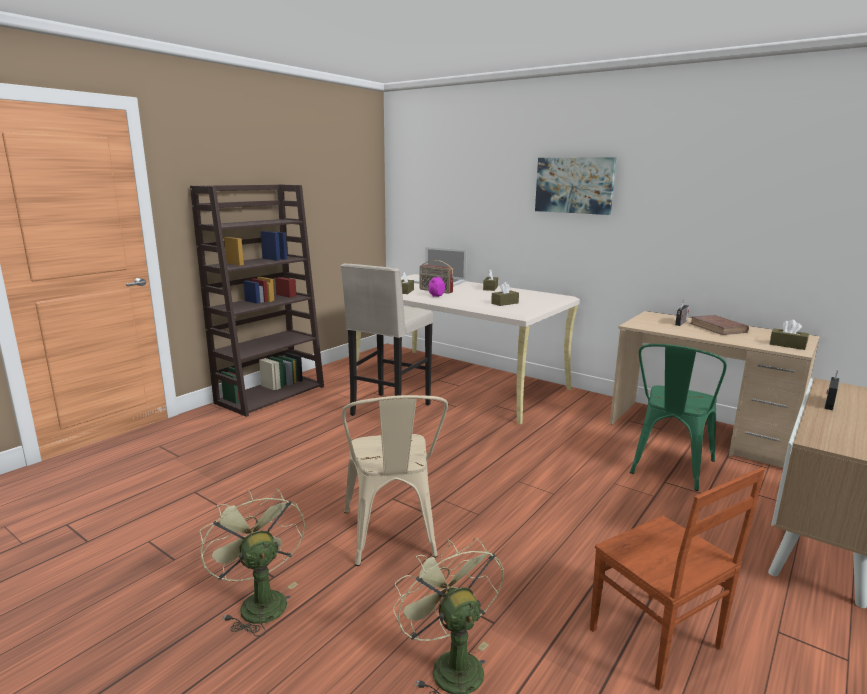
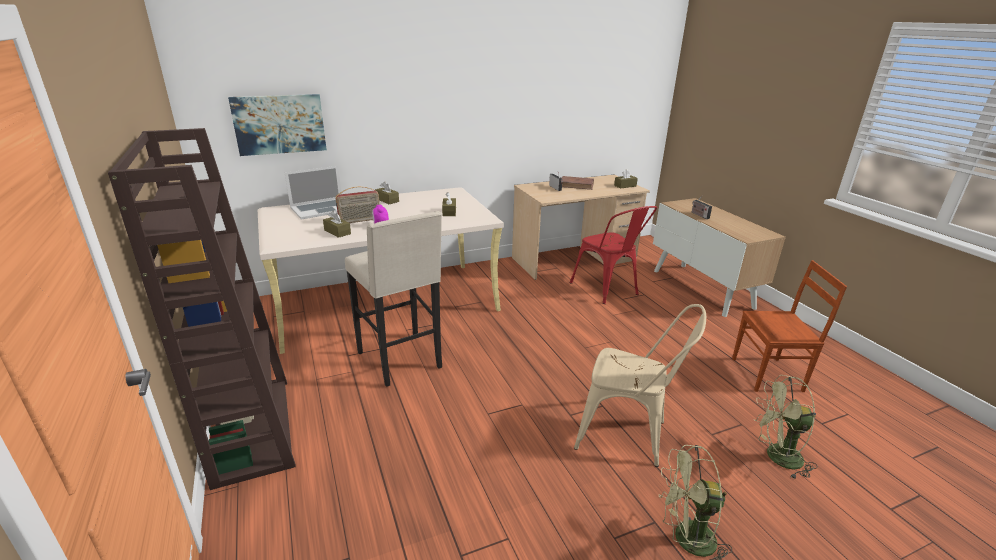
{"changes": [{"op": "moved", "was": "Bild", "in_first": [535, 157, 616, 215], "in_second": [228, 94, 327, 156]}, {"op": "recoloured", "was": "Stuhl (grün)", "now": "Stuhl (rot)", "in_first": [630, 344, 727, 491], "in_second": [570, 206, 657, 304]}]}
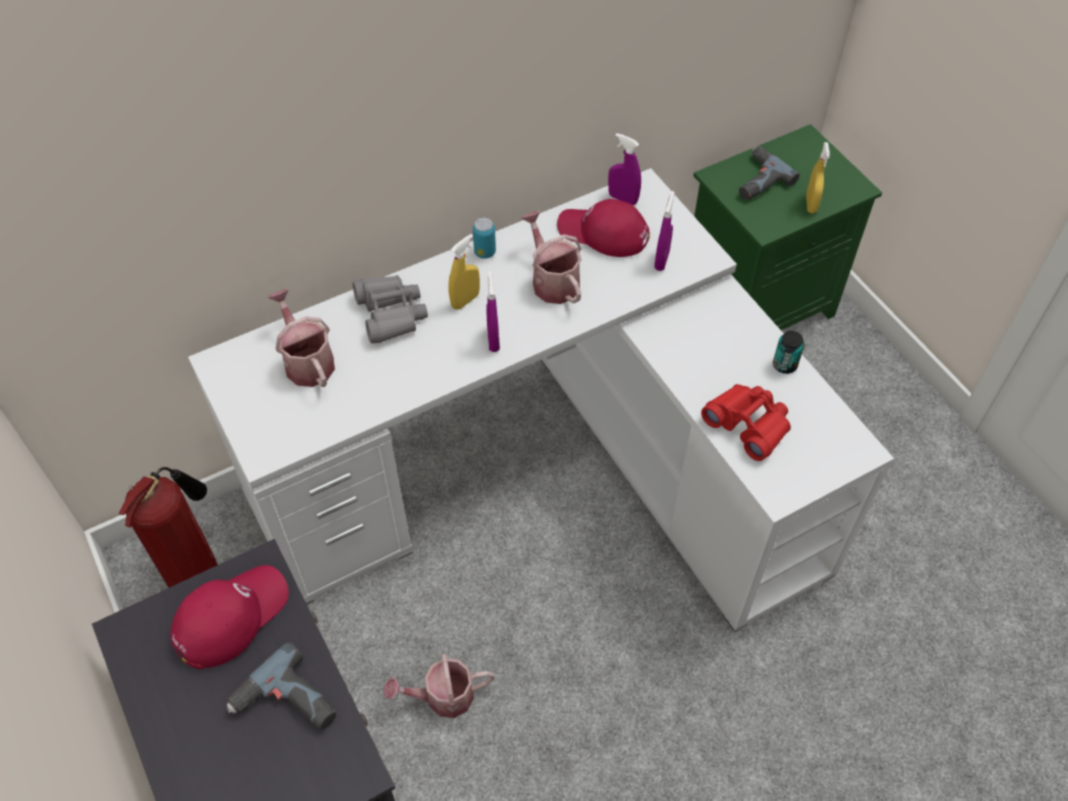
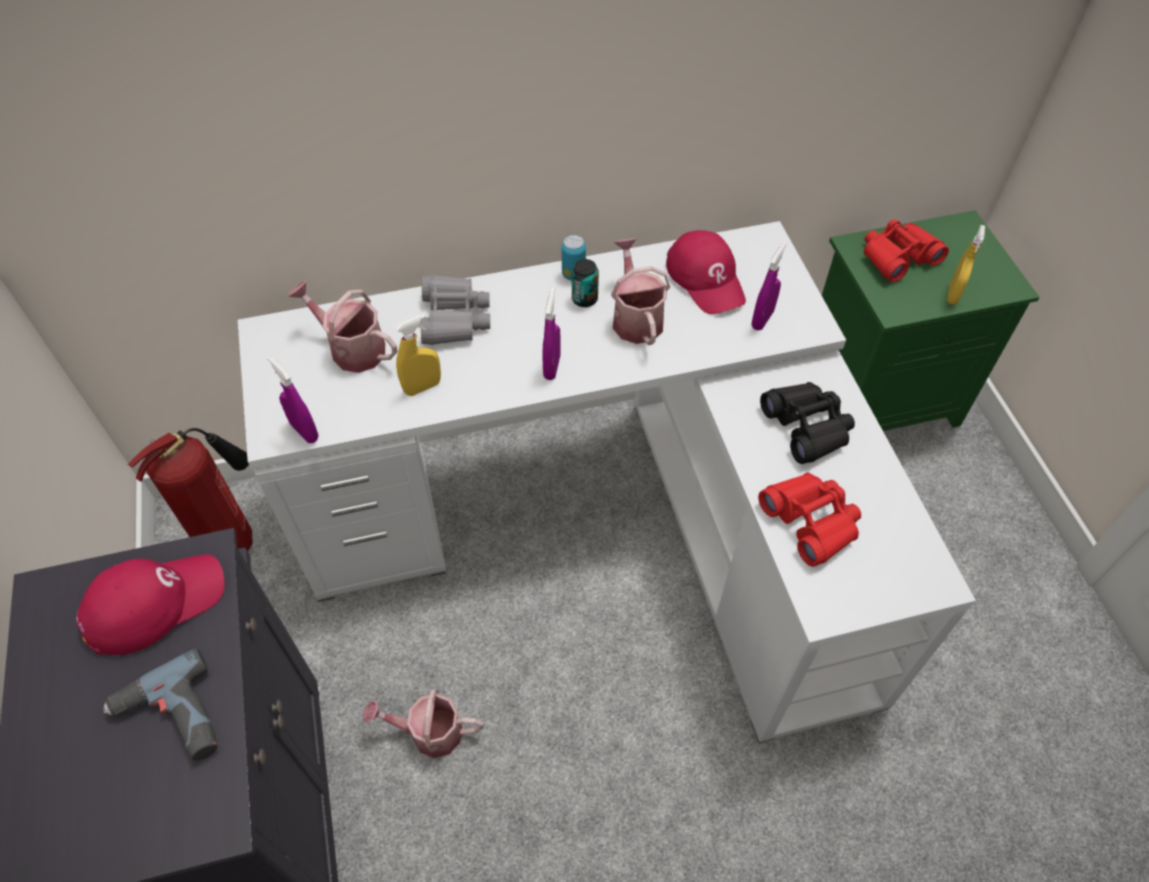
{"changes": [{"op": "moved", "was": "Sprühflasche (lila)", "in_first": [608, 133, 641, 205], "in_second": [268, 356, 318, 443]}, {"op": "turned", "was": "Gießkanne", "in_first": [267, 289, 335, 387], "in_second": [288, 281, 398, 373], "clockwise": -45}, {"op": "moved", "was": "Sprühflasche (gelb)", "in_first": [448, 234, 480, 310], "in_second": [395, 314, 441, 396]}, {"op": "moved", "was": "Dose", "in_first": [773, 331, 804, 374], "in_second": [572, 259, 599, 307]}, {"op": "turned", "was": "Kappe (rot)", "in_first": [557, 199, 650, 257], "in_second": [666, 230, 746, 314], "clockwise": -150}, {"op": "added", "now": "Fernglas (schwarz)", "in_second": [760, 382, 855, 464]}, {"op": "replaced", "was": "Bohrmaschine", "now": "Fernglas (rot)", "in_first": [739, 147, 800, 200], "in_second": [864, 220, 949, 282]}]}
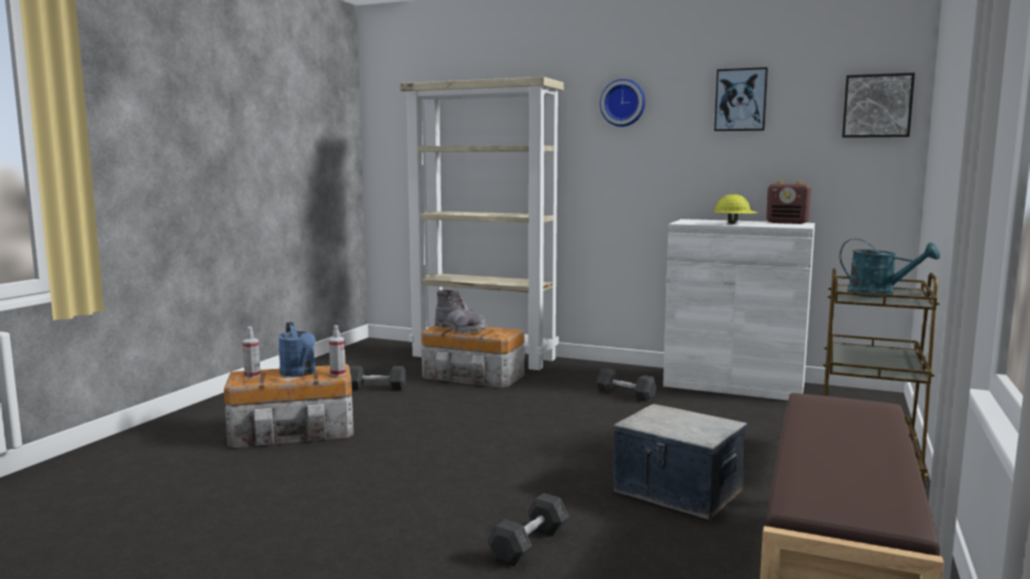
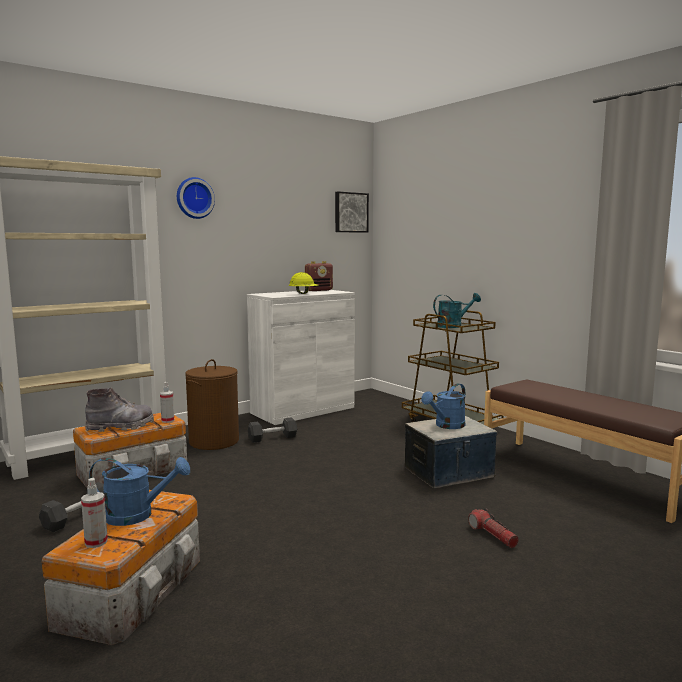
{"changes": [{"op": "moved", "was": "Sprühflasche", "in_first": [329, 325, 346, 376], "in_second": [160, 382, 174, 423]}, {"op": "added", "now": "Wäschekorb (braun)", "in_second": [185, 359, 239, 450]}, {"op": "added", "now": "Gießkanne (blau)", "in_second": [421, 383, 466, 429]}, {"op": "replaced", "was": "Hantel (grau)", "now": "Taschenlampe", "in_first": [487, 493, 569, 567], "in_second": [468, 508, 519, 548]}, {"op": "removed", "was": "Bild", "in_first": [714, 67, 768, 131]}]}
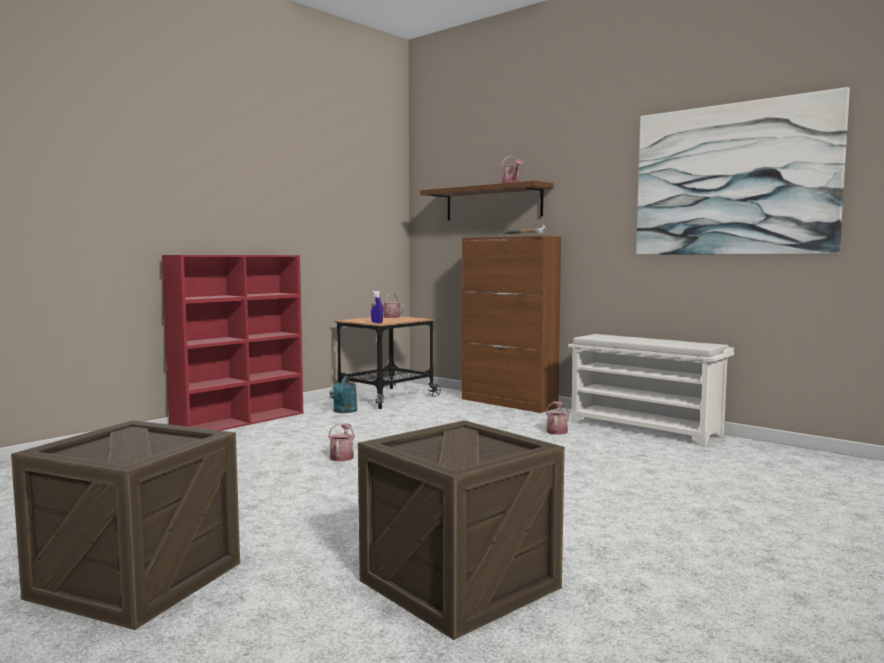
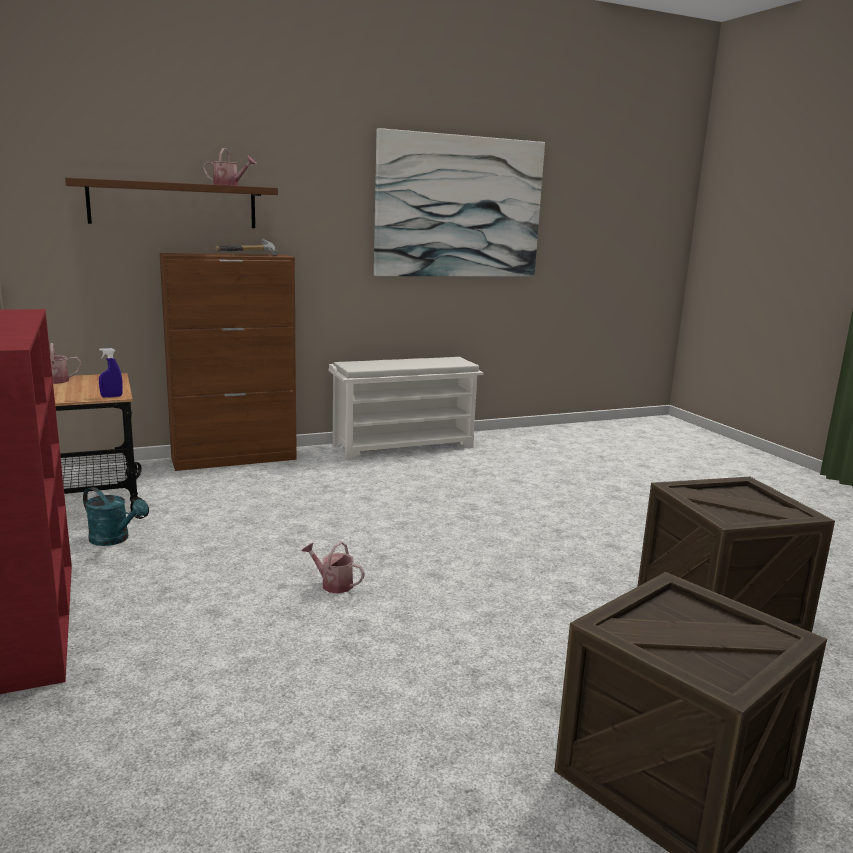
{"changes": [{"op": "removed", "was": "Gießkanne", "in_first": [546, 401, 569, 435]}]}
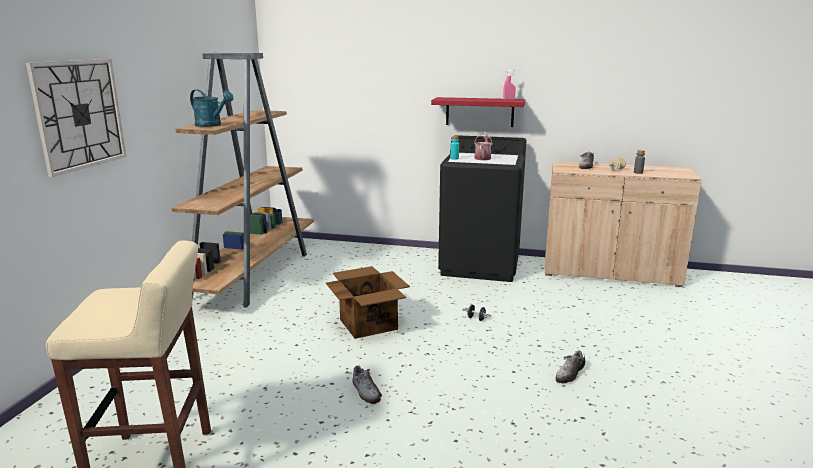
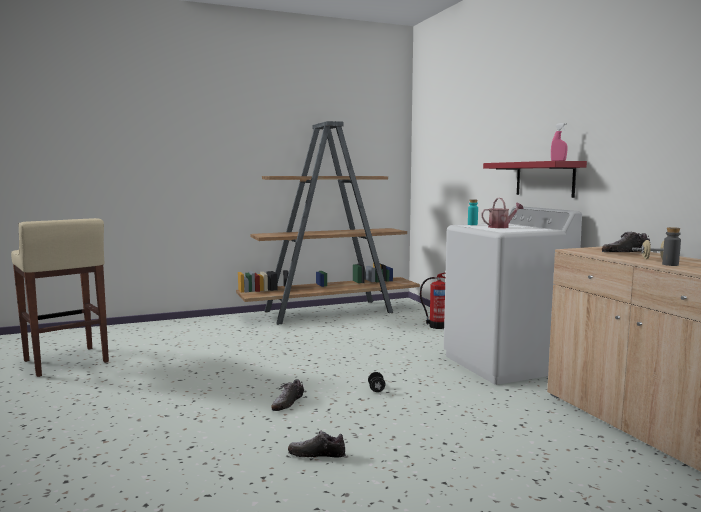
{"changes": [{"op": "moved", "was": "Schuh", "in_first": [352, 366, 382, 404], "in_second": [271, 379, 304, 411]}, {"op": "added", "now": "Feuerlöscher", "in_second": [420, 272, 446, 329]}, {"op": "recoloured", "was": "Waschmaschine (schwarz)", "now": "Waschmaschine (weiß)", "in_first": [438, 135, 526, 282], "in_second": [444, 206, 582, 385]}, {"op": "removed", "was": "Wanduhr", "in_first": [26, 59, 126, 177]}, {"op": "removed", "was": "Gießkanne (türkis)", "in_first": [190, 90, 233, 127]}, {"op": "removed", "was": "Karton", "in_first": [326, 266, 410, 339]}]}
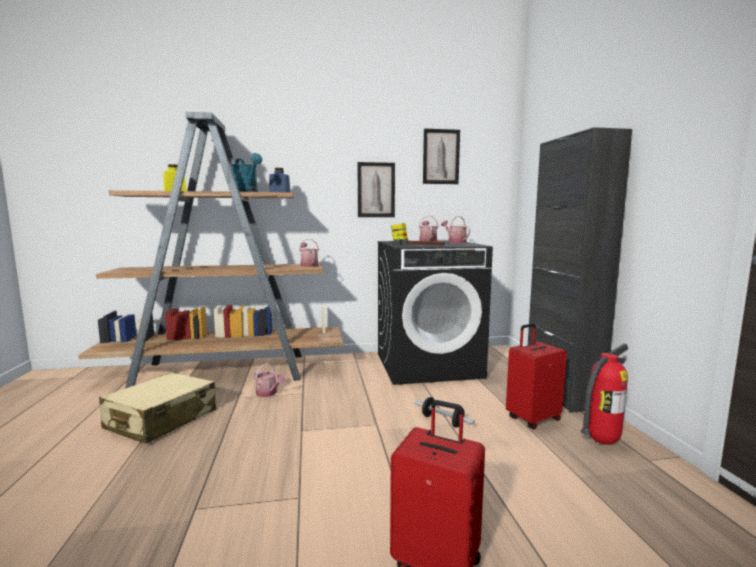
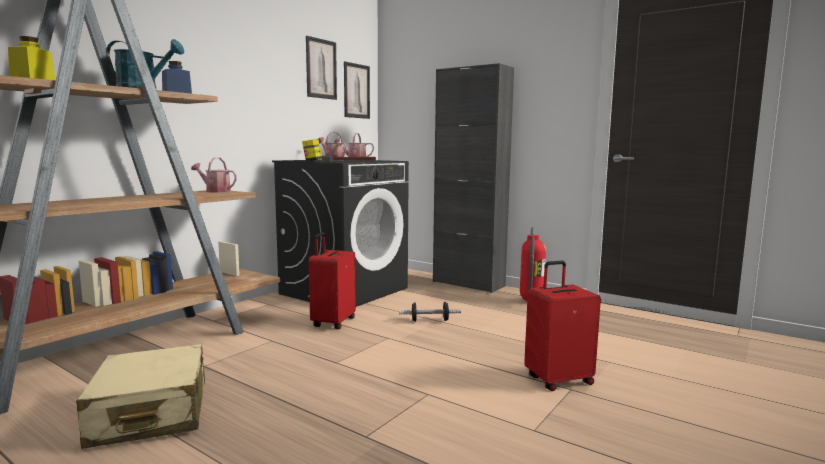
{"changes": [{"op": "moved", "was": "Koffer (rot)", "in_first": [506, 324, 567, 429], "in_second": [309, 232, 356, 329]}, {"op": "moved", "was": "Bild", "in_first": [357, 162, 395, 217], "in_second": [344, 62, 370, 119]}, {"op": "removed", "was": "Gießkanne", "in_first": [254, 363, 285, 397]}]}
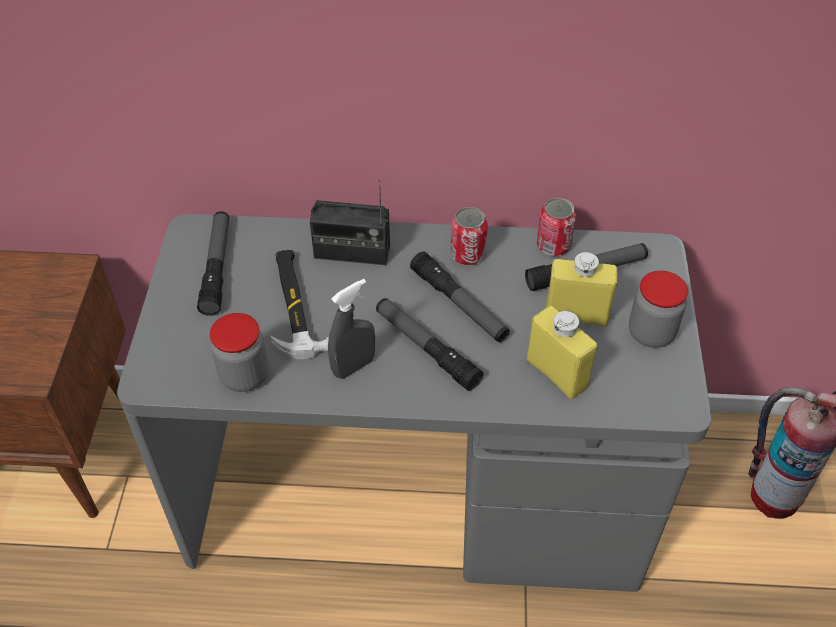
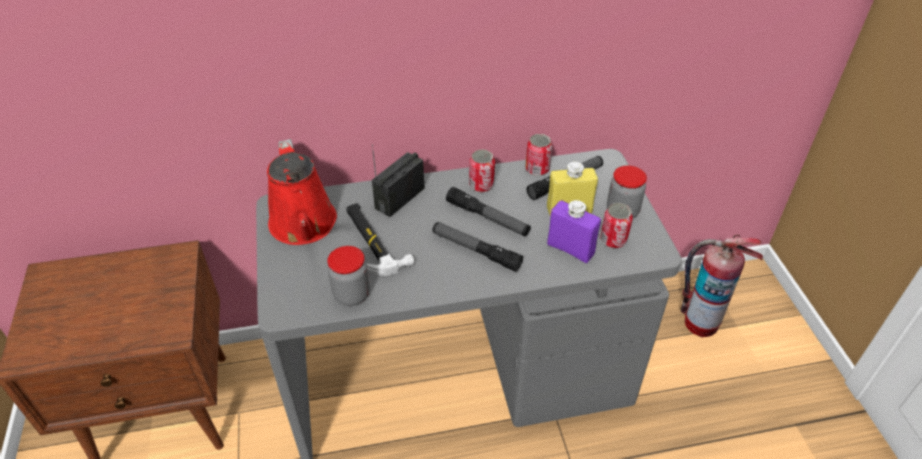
{"changes": [{"op": "replaced", "was": "Taschenlampe", "now": "Gießkanne (rot)", "in_first": [197, 211, 229, 316], "in_second": [267, 139, 337, 245]}, {"op": "turned", "was": "Radio", "in_first": [310, 179, 390, 265], "in_second": [372, 144, 424, 217], "clockwise": 135}, {"op": "recoloured", "was": "Flasche (gelb)", "now": "Flasche (lila)", "in_first": [527, 306, 597, 399], "in_second": [547, 200, 601, 263]}, {"op": "added", "now": "Dose", "in_second": [600, 203, 633, 248]}, {"op": "removed", "was": "Sprühflasche (grau)", "in_first": [328, 279, 375, 379]}]}
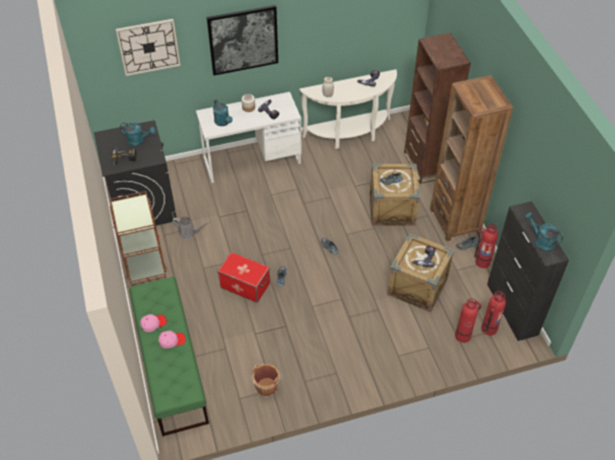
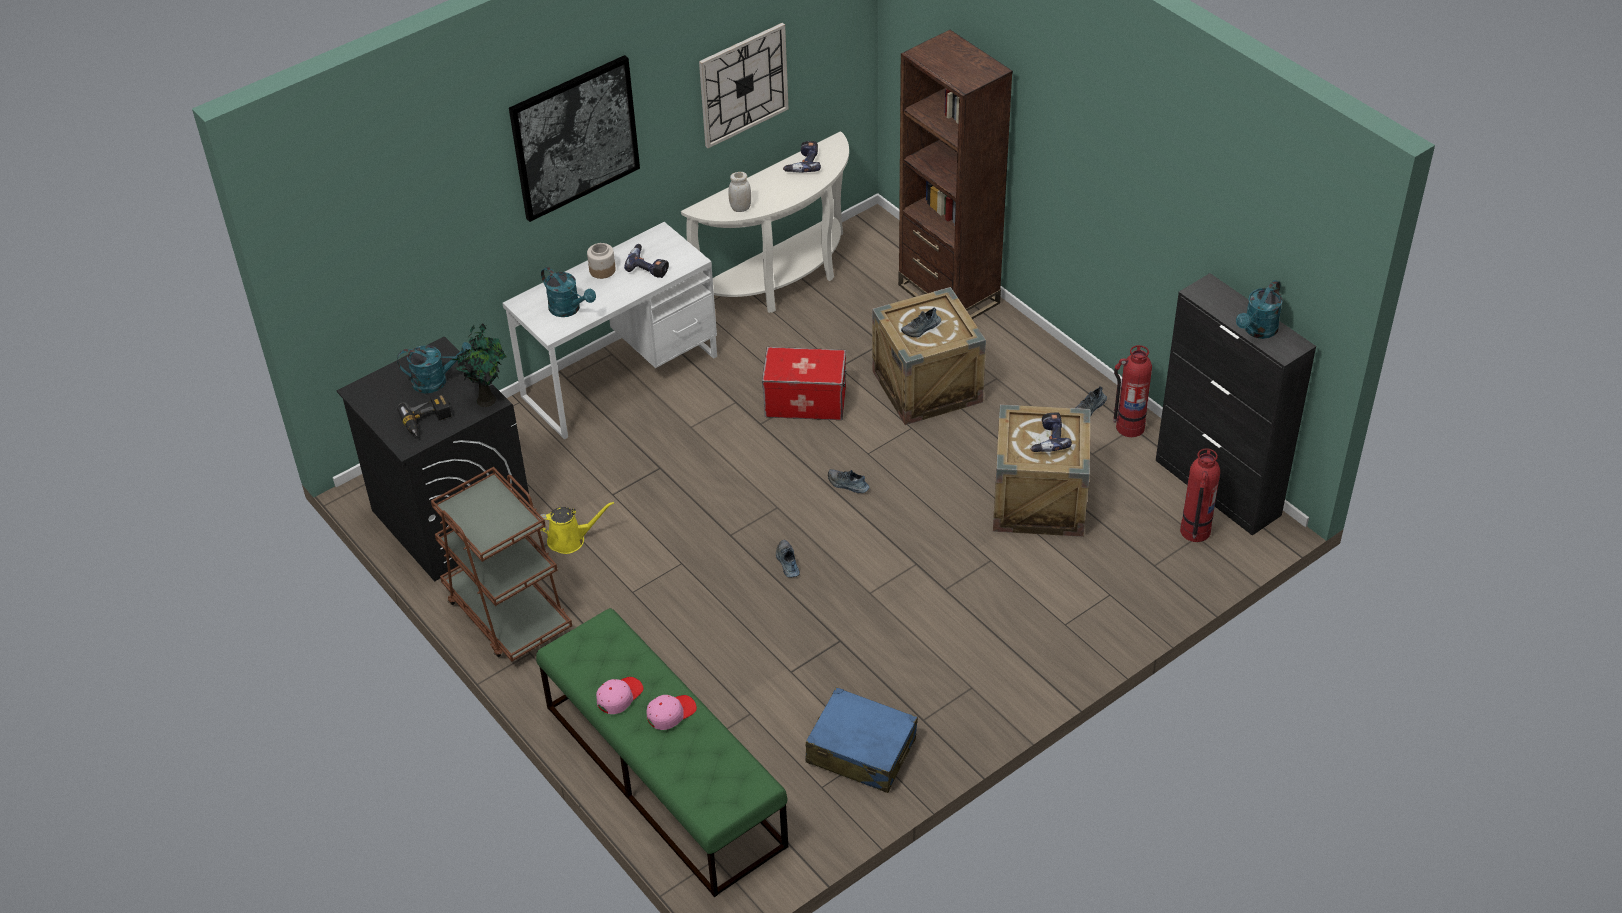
{"changes": [{"op": "added", "now": "Topfpflanze", "in_second": [452, 323, 507, 407]}, {"op": "recoloured", "was": "Gießkanne (grau)", "now": "Gießkanne (gelb)", "in_first": [172, 217, 210, 240], "in_second": [537, 502, 614, 554]}, {"op": "moved", "was": "Wanduhr", "in_first": [116, 19, 181, 76], "in_second": [699, 23, 789, 148]}, {"op": "moved", "was": "Aufbewahrungsbox", "in_first": [218, 252, 270, 303], "in_second": [762, 347, 846, 420]}, {"op": "replaced", "was": "Eimer (braun)", "now": "Koffer (blau)", "in_first": [252, 364, 282, 398], "in_second": [806, 687, 918, 793]}, {"op": "turned", "was": "Gießkanne (türkis)", "in_first": [524, 212, 563, 252], "in_second": [1236, 280, 1283, 339], "clockwise": -75}, {"op": "removed", "was": "Bücherregal (braun)", "in_first": [430, 75, 513, 241]}, {"op": "removed", "was": "Feuerlöscher", "in_first": [455, 298, 481, 343]}]}
